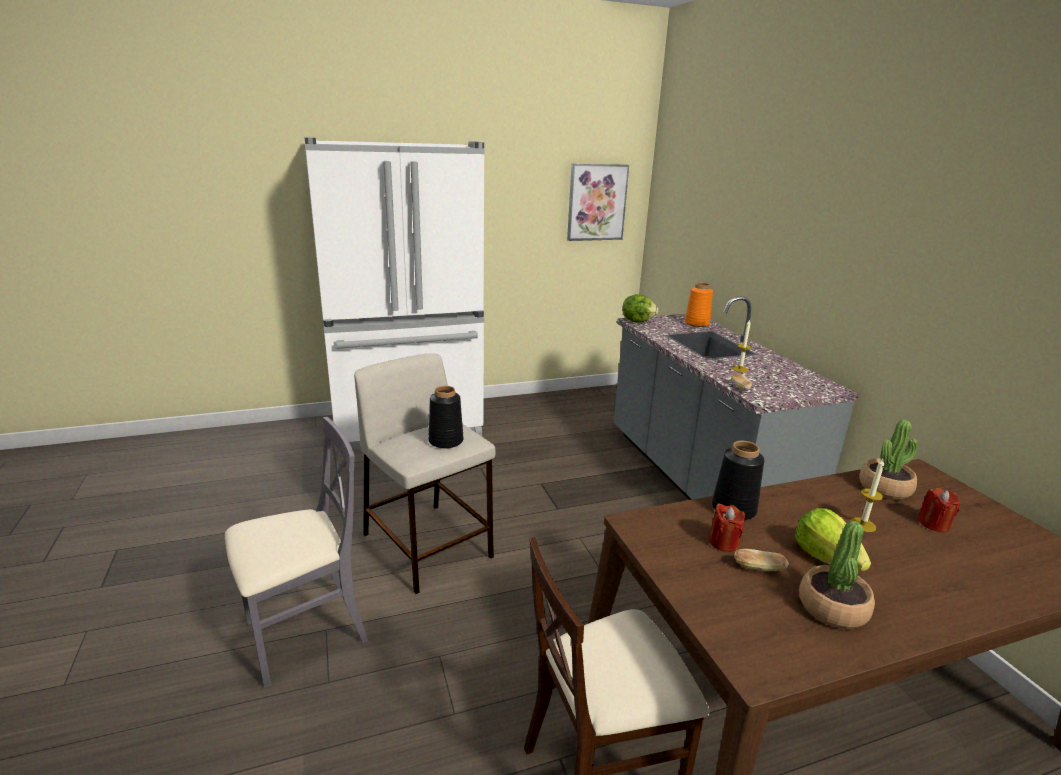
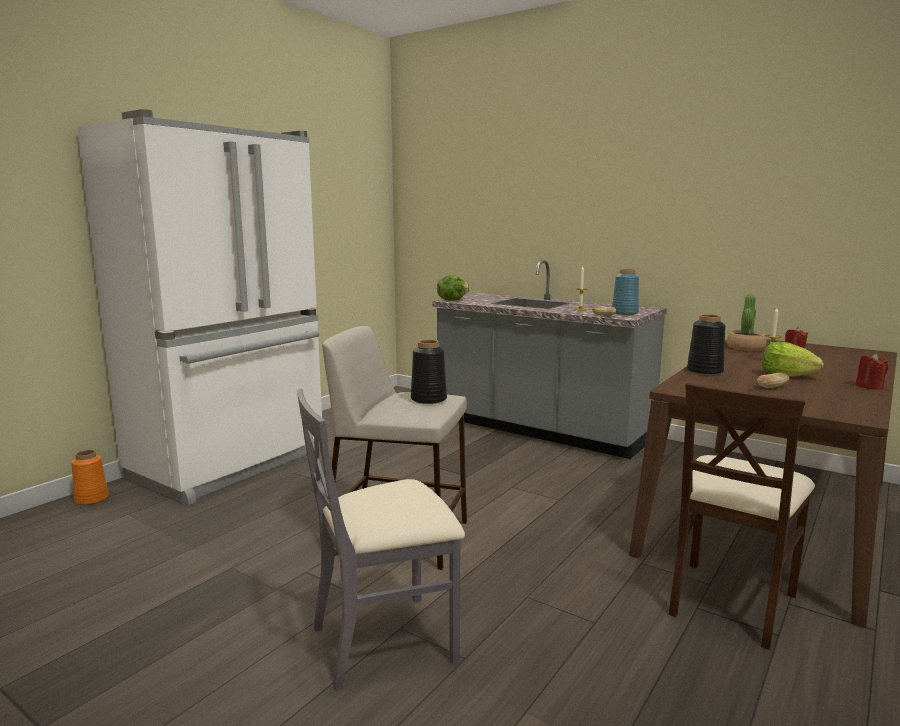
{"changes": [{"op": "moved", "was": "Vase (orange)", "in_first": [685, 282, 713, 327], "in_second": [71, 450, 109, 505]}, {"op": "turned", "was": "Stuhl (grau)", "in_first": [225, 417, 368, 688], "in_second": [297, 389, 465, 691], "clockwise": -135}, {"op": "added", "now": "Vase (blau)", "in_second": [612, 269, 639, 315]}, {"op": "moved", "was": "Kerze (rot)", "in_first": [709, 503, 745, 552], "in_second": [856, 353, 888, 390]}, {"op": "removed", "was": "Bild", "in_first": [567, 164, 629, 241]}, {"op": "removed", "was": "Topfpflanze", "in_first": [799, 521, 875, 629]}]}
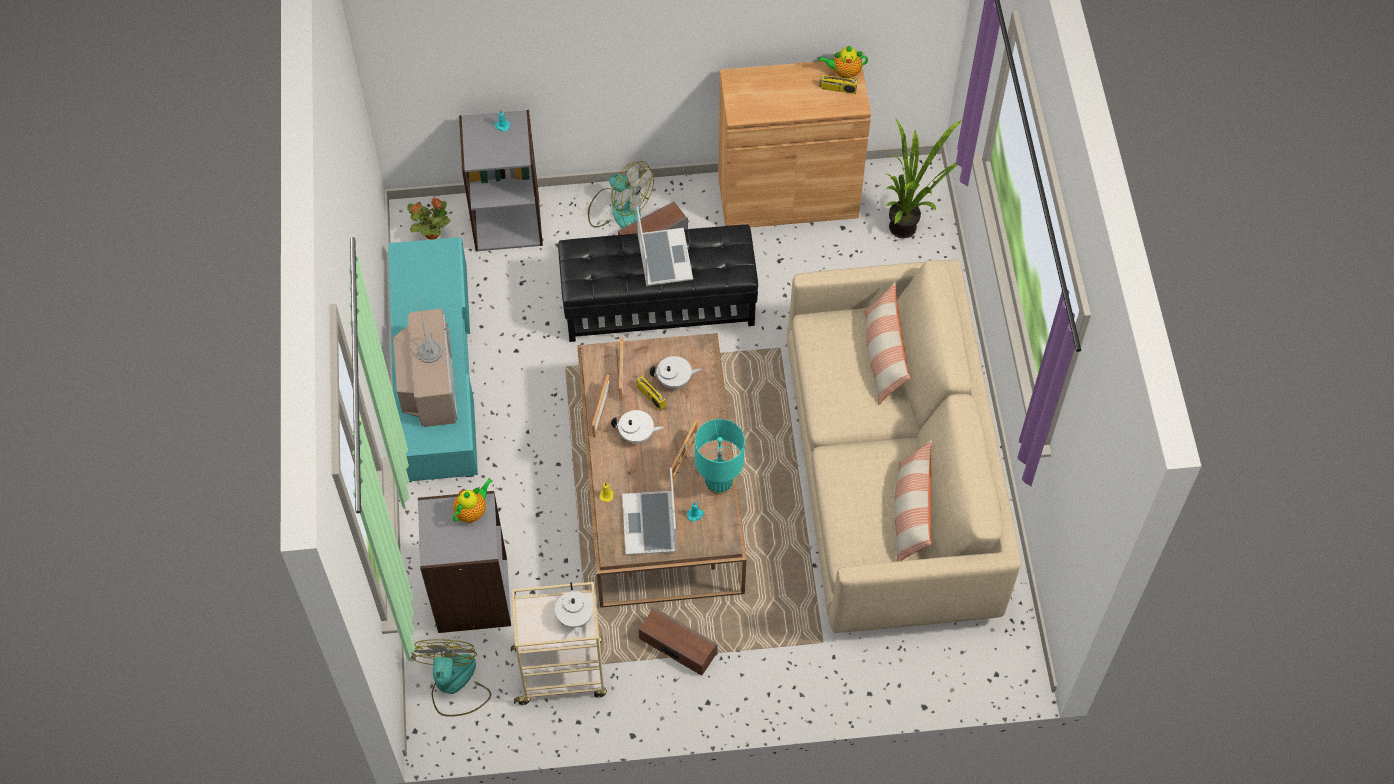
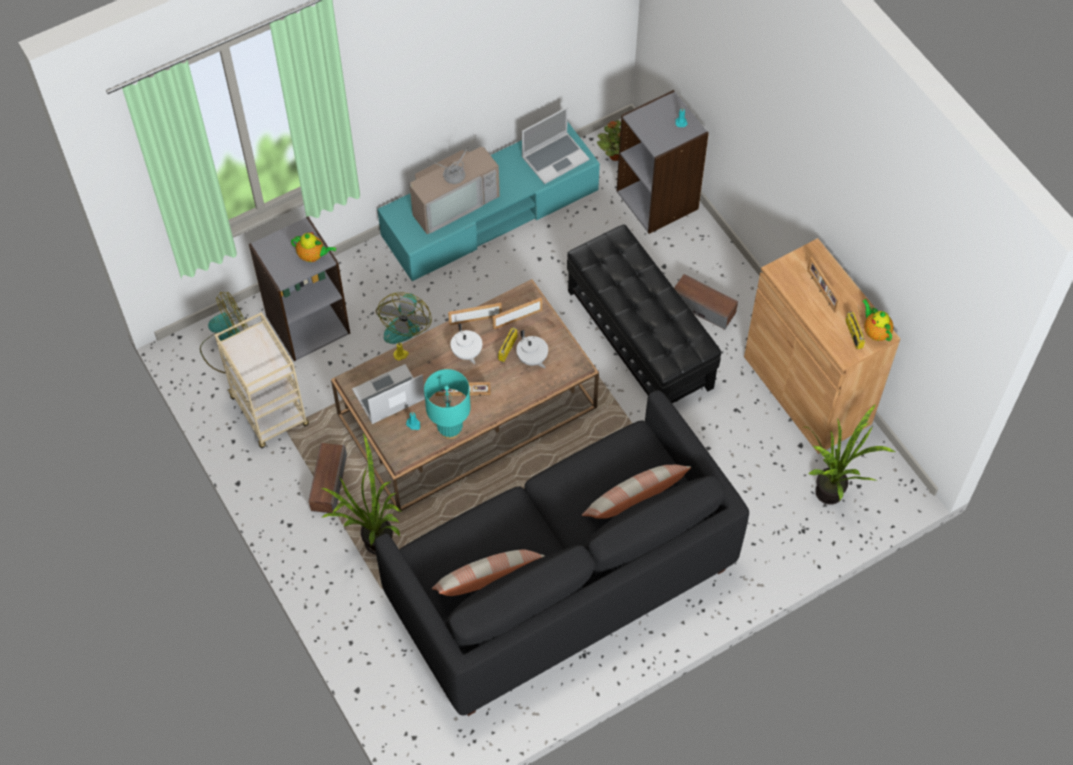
{"changes": [{"op": "added", "now": "Topfpflanze", "in_second": [321, 434, 402, 554]}, {"op": "recoloured", "was": "Sofa (beige)", "now": "Sofa (schwarz)", "in_first": [787, 260, 1021, 633], "in_second": [375, 390, 749, 716]}, {"op": "moved", "was": "Ventilator", "in_first": [588, 161, 654, 228], "in_second": [376, 292, 432, 344]}, {"op": "moved", "was": "Laptop", "in_first": [637, 207, 693, 286], "in_second": [522, 107, 589, 184]}, {"op": "added", "now": "Bilderrahmen", "in_second": [807, 257, 840, 313]}, {"op": "removed", "was": "Teekanne (weiß)", "in_first": [555, 582, 593, 636]}]}
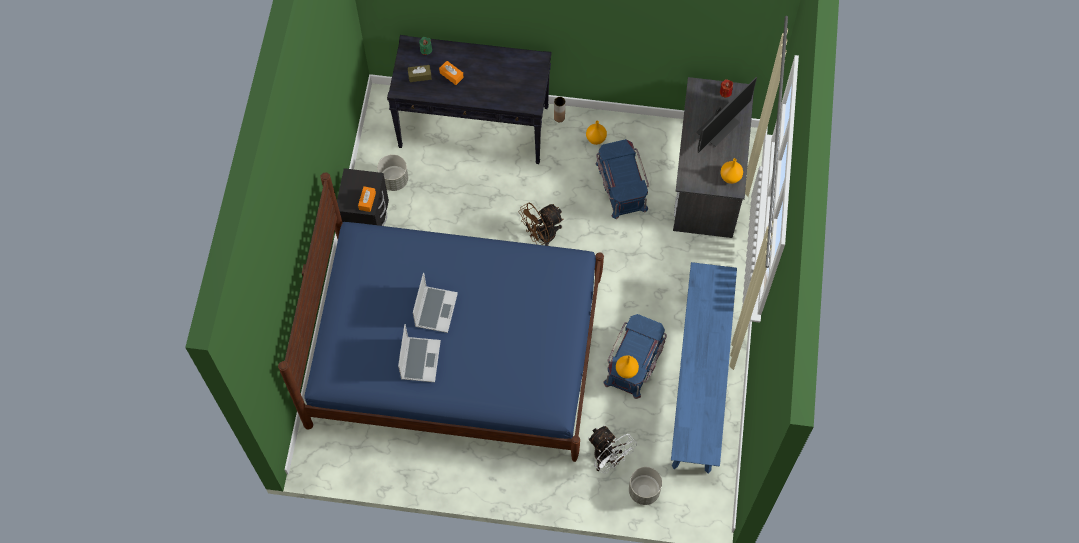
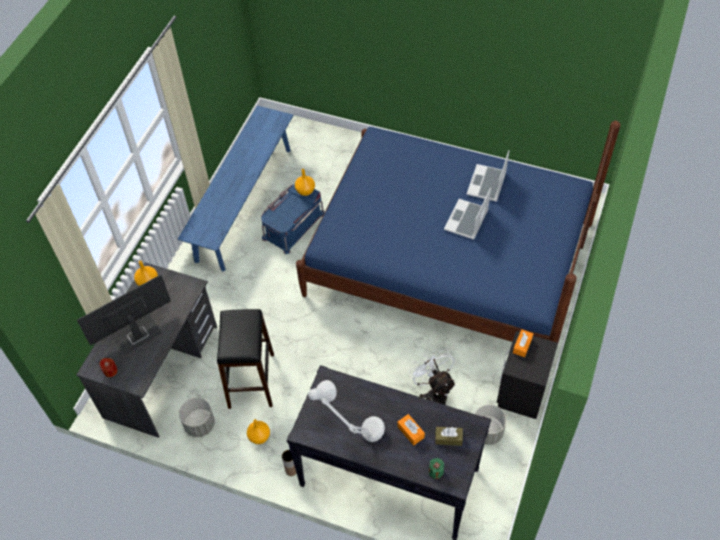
{"changes": [{"op": "moved", "was": "Pflanzkübel (grau)", "in_first": [629, 467, 662, 505], "in_second": [179, 398, 215, 437]}, {"op": "replaced", "was": "Aufbewahrungsbox (blau)", "now": "Hocker (schwarz)", "in_first": [595, 139, 649, 219], "in_second": [217, 309, 274, 409]}, {"op": "added", "now": "Tischlampe (grau)", "in_second": [308, 380, 385, 442]}, {"op": "moved", "was": "Ventilator (weiß)", "in_first": [588, 425, 637, 474], "in_second": [409, 348, 456, 405]}, {"op": "removed", "was": "Ventilator (braun)", "in_first": [519, 203, 563, 246]}]}
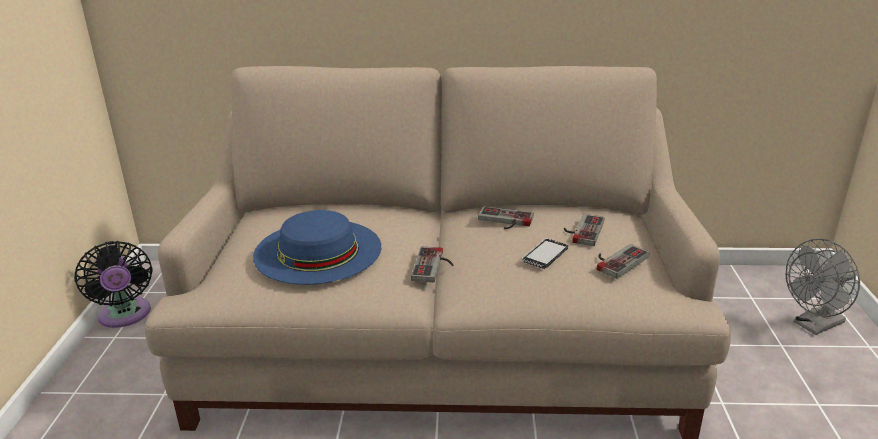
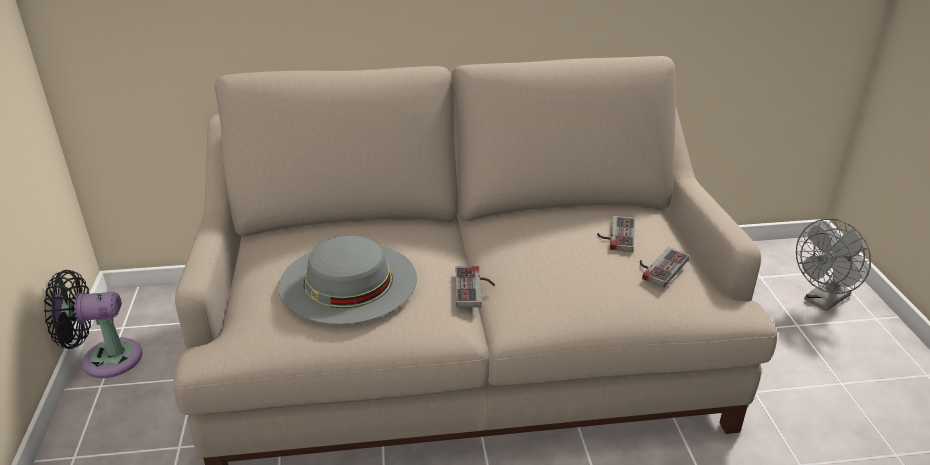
{"changes": [{"op": "turned", "was": "Ventilator (schwarz)", "in_first": [74, 241, 153, 328], "in_second": [44, 270, 143, 378], "clockwise": 120}, {"op": "recoloured", "was": "Hut (blau)", "now": "Hut (grau)", "in_first": [253, 210, 381, 285], "in_second": [279, 236, 417, 325]}, {"op": "removed", "was": "Gamepad", "in_first": [478, 206, 534, 229]}, {"op": "removed", "was": "Handy", "in_first": [522, 238, 568, 269]}]}
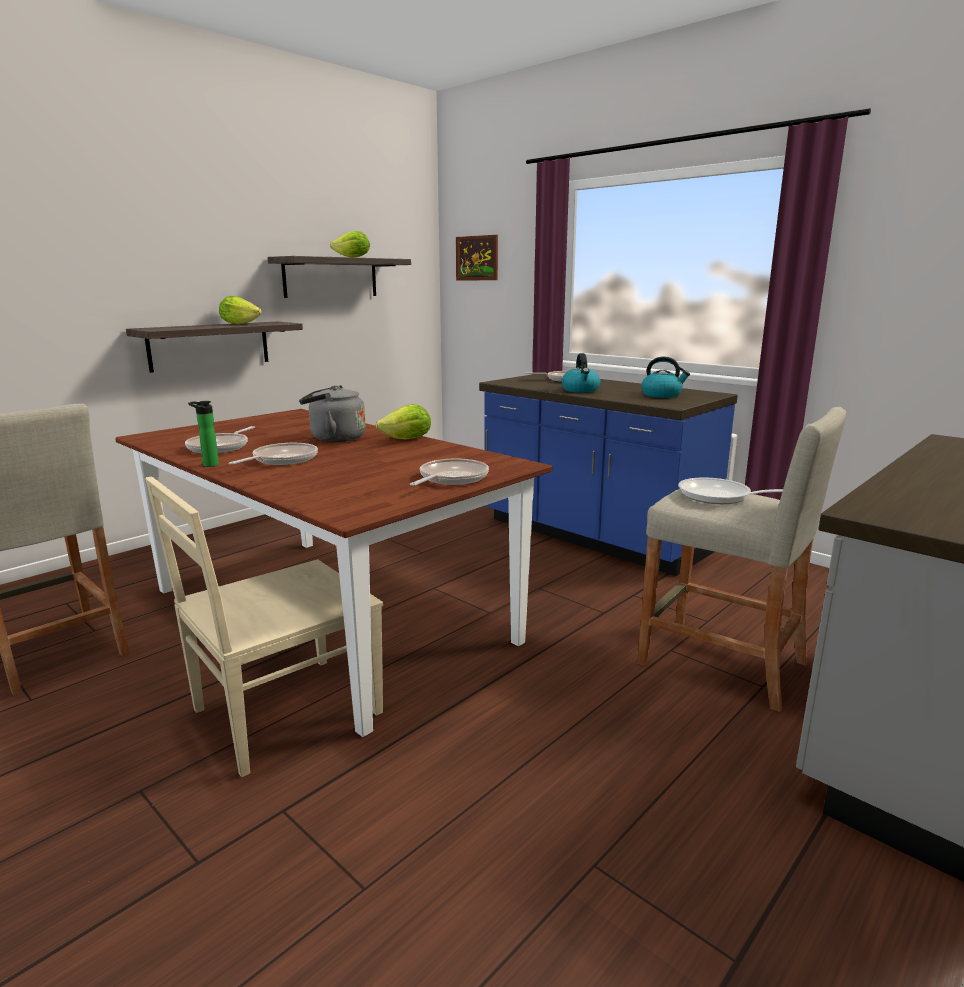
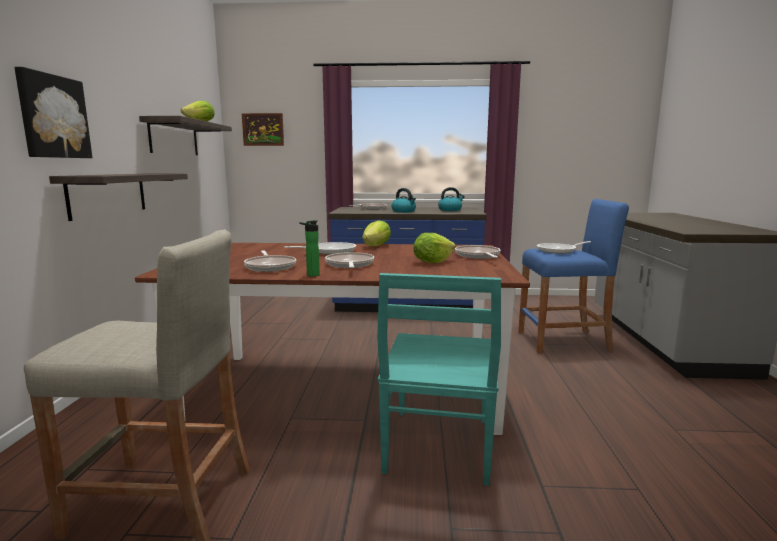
{"changes": [{"op": "added", "now": "Bild", "in_second": [14, 67, 92, 158]}, {"op": "replaced", "was": "Wasserkessel (grau)", "now": "Pfanne", "in_first": [299, 385, 365, 442], "in_second": [284, 242, 357, 255]}, {"op": "recoloured", "was": "Stuhl (beige)", "now": "Stuhl (türkis)", "in_first": [145, 477, 383, 777], "in_second": [377, 273, 501, 486]}, {"op": "moved", "was": "Salatkopf", "in_first": [219, 296, 262, 325], "in_second": [413, 233, 456, 263]}, {"op": "recoloured", "was": "Hocker (beige)", "now": "Hocker (blau)", "in_first": [637, 407, 846, 712], "in_second": [518, 199, 629, 353]}]}
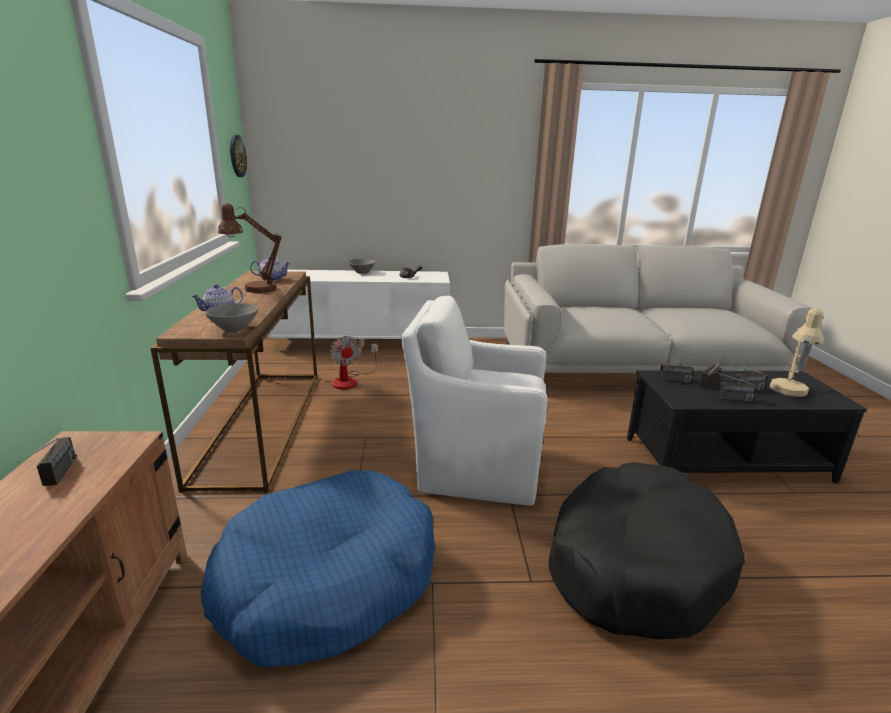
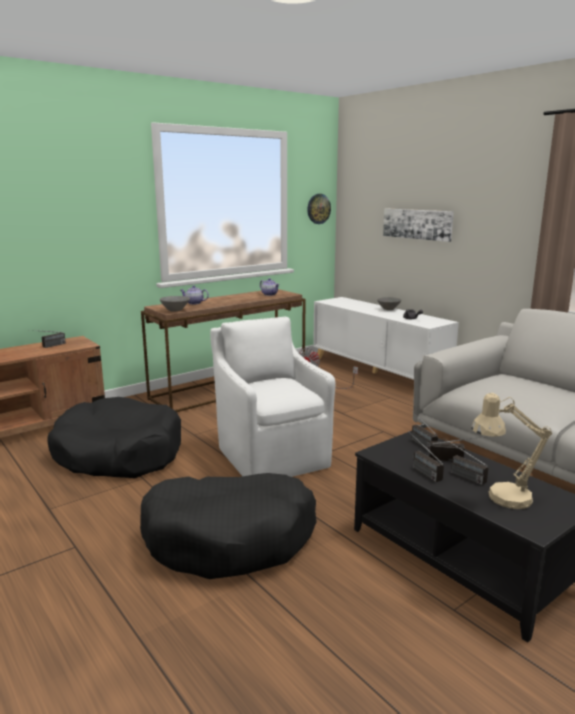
{"changes": [{"op": "recoloured", "was": "Hundebett (blau)", "now": "Hundebett (schwarz)", "in_first": [201, 471, 435, 668], "in_second": [47, 397, 181, 478]}, {"op": "added", "now": "Bild", "in_second": [383, 209, 454, 242]}, {"op": "removed", "was": "Tischlampe (braun)", "in_first": [218, 203, 282, 293]}]}
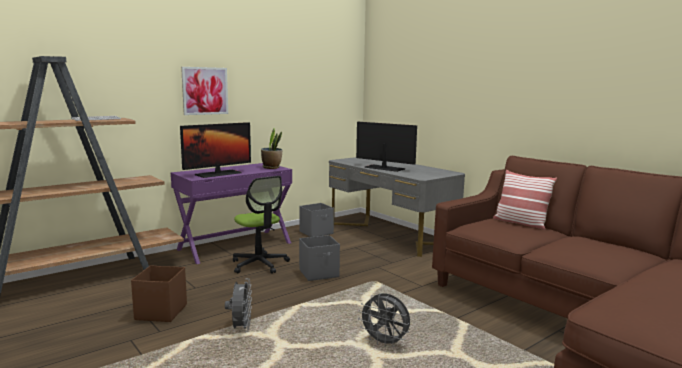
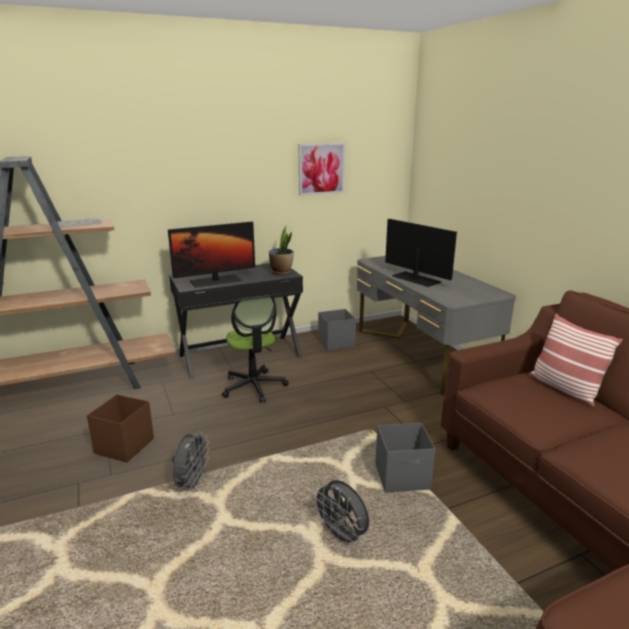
{"changes": [{"op": "recoloured", "was": "Schreibtisch (lila)", "now": "Schreibtisch (schwarz)", "in_first": [171, 163, 292, 264], "in_second": [169, 263, 303, 379]}, {"op": "moved", "was": "Bild", "in_first": [181, 67, 228, 115], "in_second": [299, 143, 345, 196]}, {"op": "moved", "was": "Aufbewahrungsbox (grau)", "in_first": [299, 235, 340, 281], "in_second": [375, 423, 435, 493]}]}
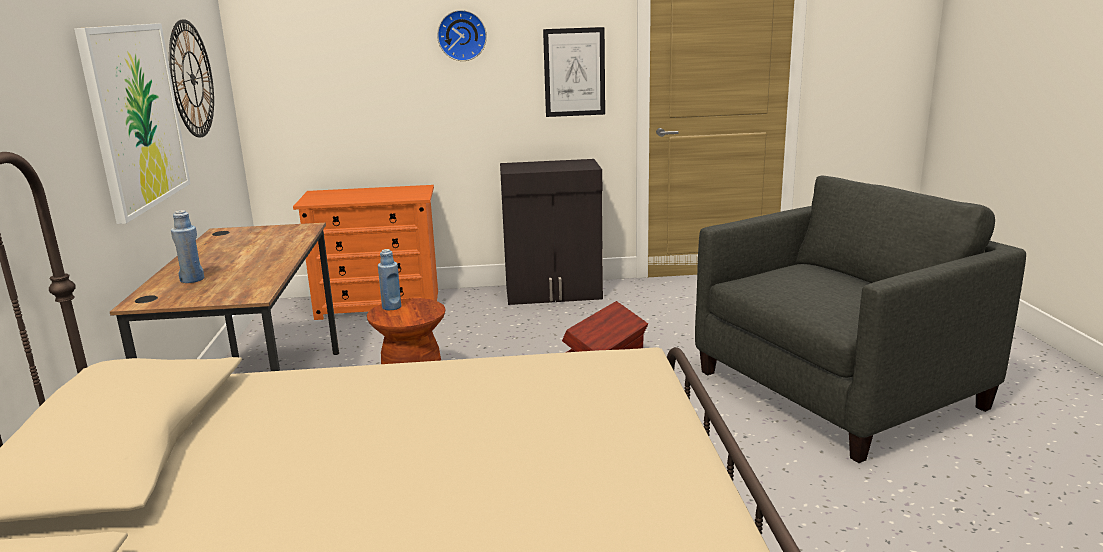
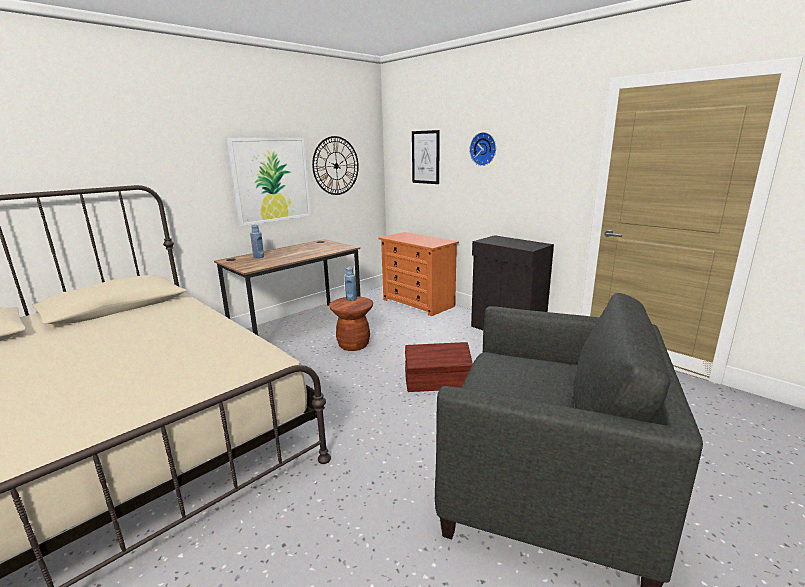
{"changes": [{"op": "moved", "was": "Bild", "in_first": [543, 27, 605, 117], "in_second": [412, 130, 440, 184]}]}
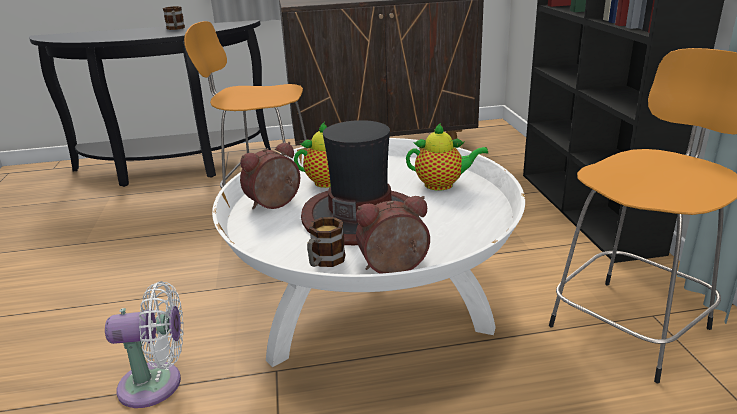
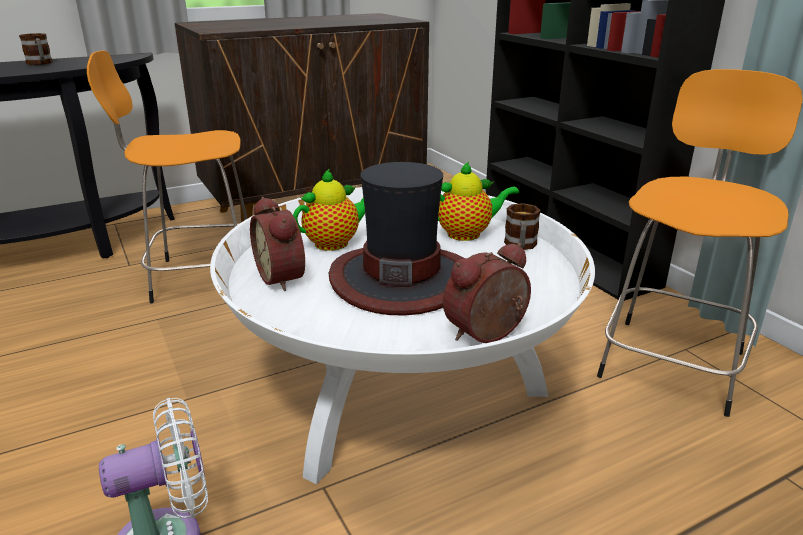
{"changes": [{"op": "turned", "was": "Wecker", "in_first": [240, 142, 300, 209], "in_second": [250, 197, 305, 291], "clockwise": -60}, {"op": "moved", "was": "Henkelbecher", "in_first": [307, 217, 345, 267], "in_second": [504, 203, 541, 250]}]}
